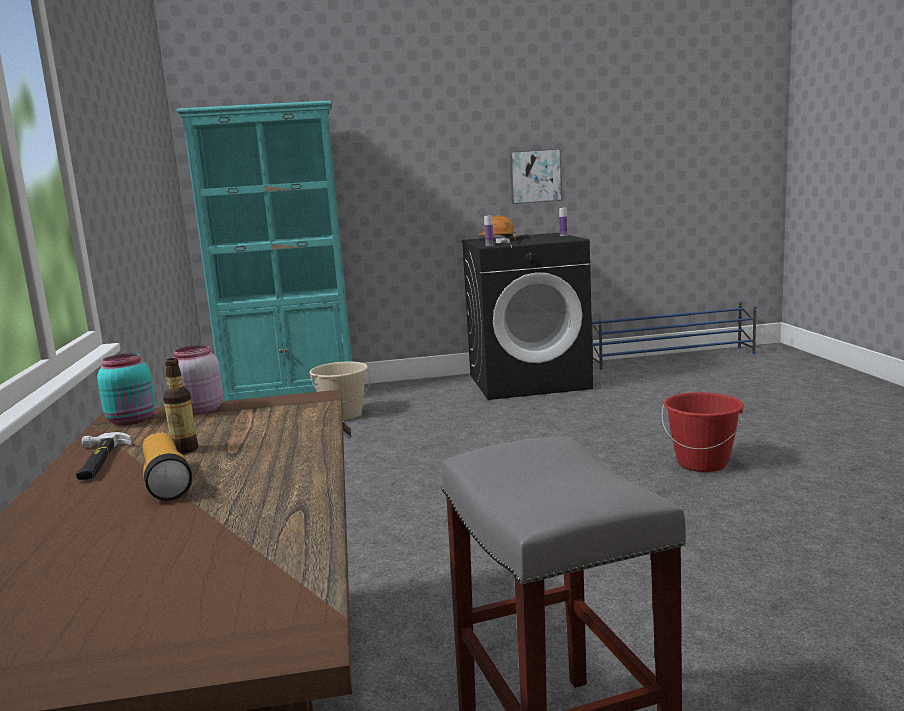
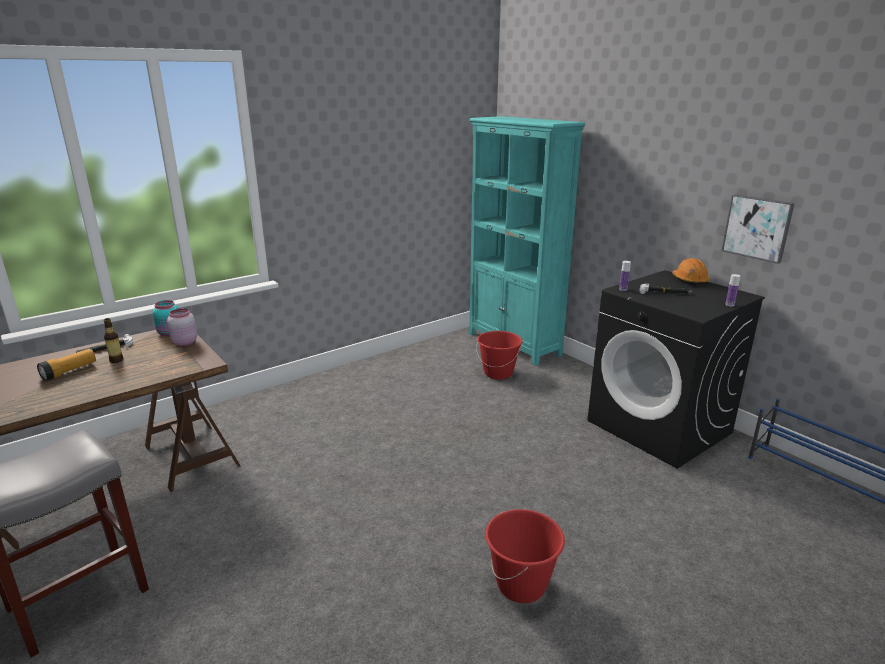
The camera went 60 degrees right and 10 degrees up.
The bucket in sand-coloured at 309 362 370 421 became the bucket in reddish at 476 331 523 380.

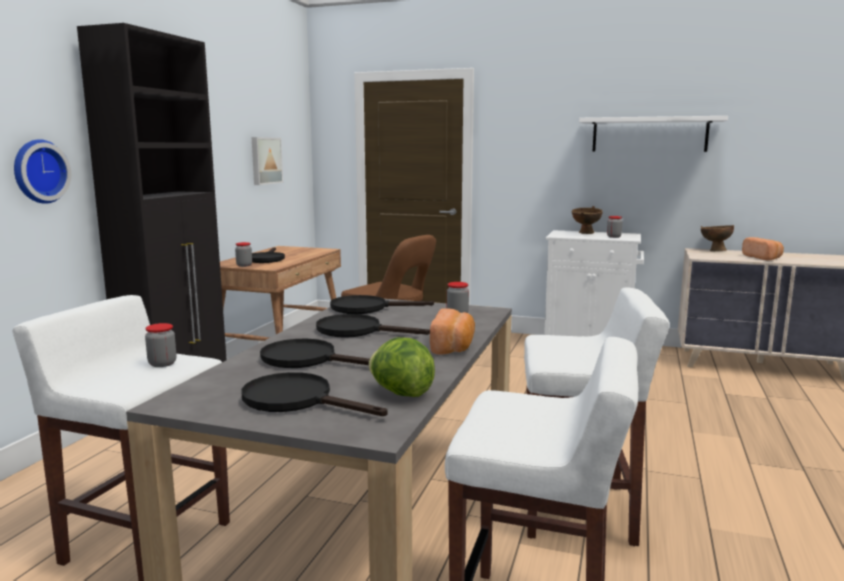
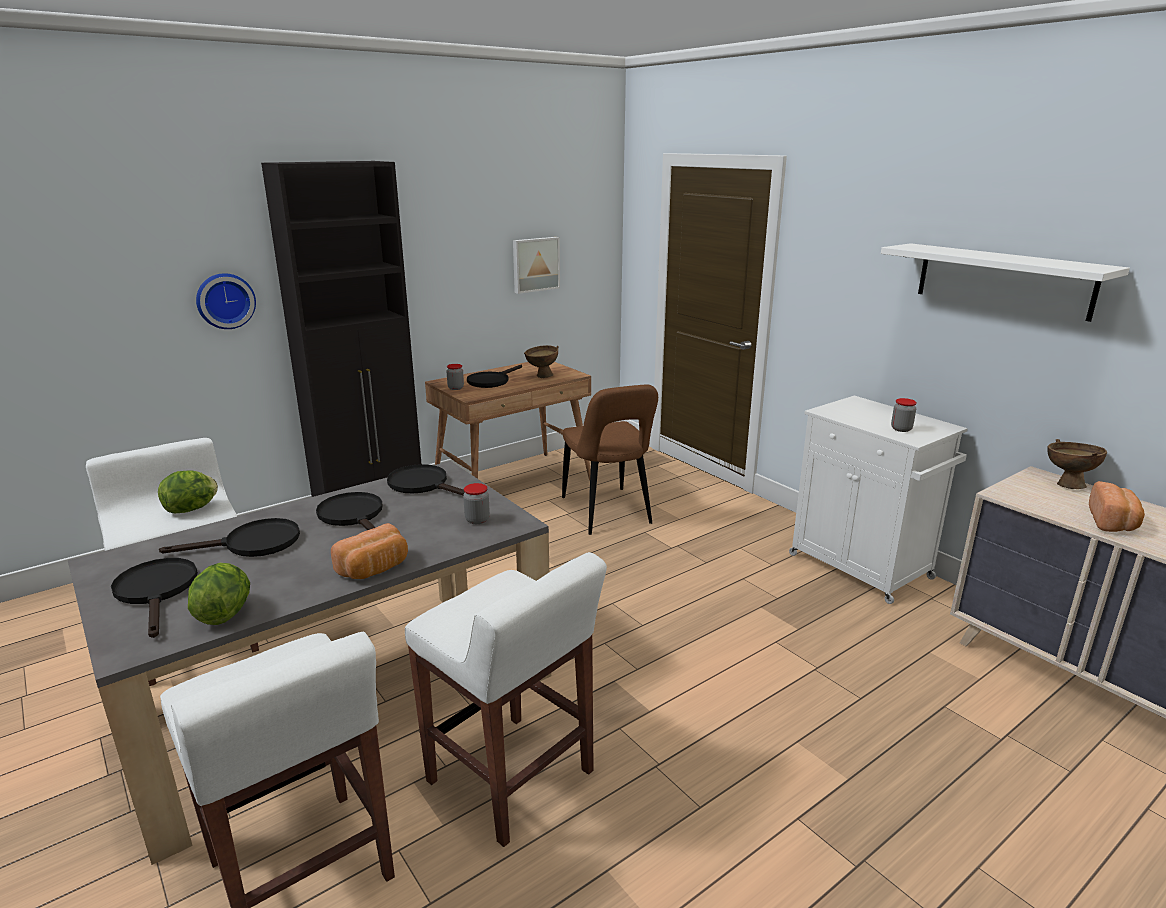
The camera went 35 degrees right and 10 degrees up.
The storage jar at 145 323 176 367 was replaced by the lettuce at 158 471 218 513.
The frying pan in black-coloured at 260 339 370 368 turned 105 degrees clockwise.
The deep dish in brown-coloured moved from 572 206 603 234 to 524 345 559 378.

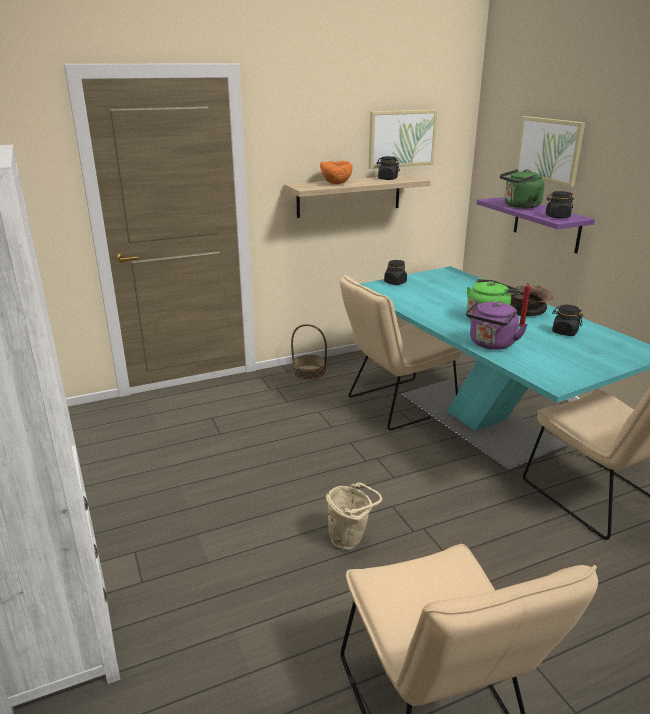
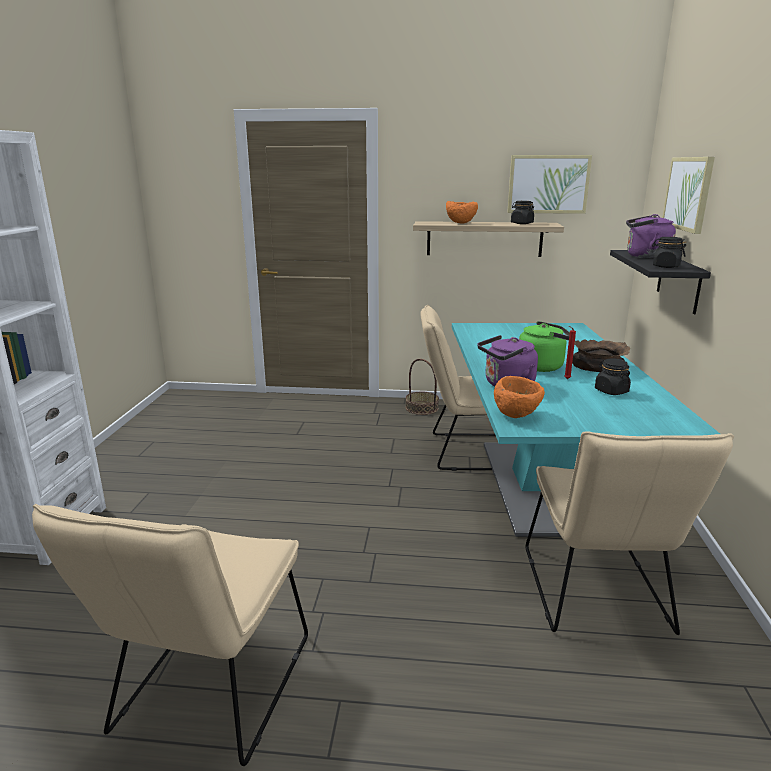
The camera went 30 degrees right and 5 degrees down.
The deep dish in orange at 494 376 545 418 appeared.
The wall shelf in purplish at 476 197 595 254 became the wall shelf in black-coloured at 610 250 711 315.
The water kettle in green-coloured at 500 169 545 208 became the water kettle in purplish at 626 214 676 259.
The bucket in sand-coloured at 326 482 382 550 disappeared.
The storage jar in black-coloured at 384 260 407 285 disappeared.

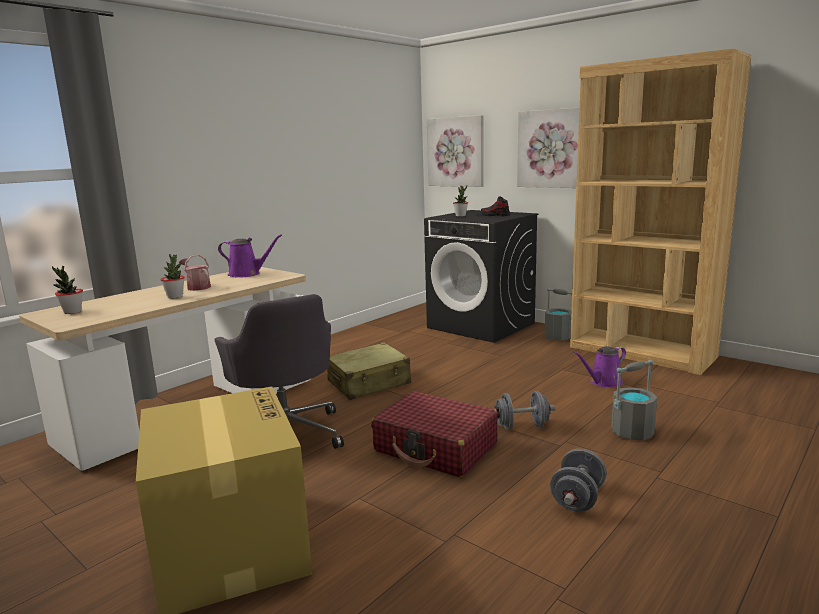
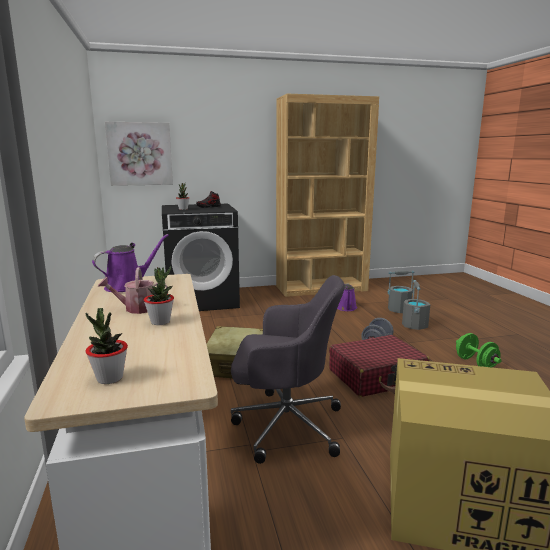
The camera went 55 degrees left and 0 degrees up.
The bucket in gray moved from 545 288 572 341 to 387 270 415 313.
The dumbbell in gray at 550 449 607 512 became the dumbbell in green-coloured at 456 333 502 367.
The wall art at 517 108 579 188 disappeared.

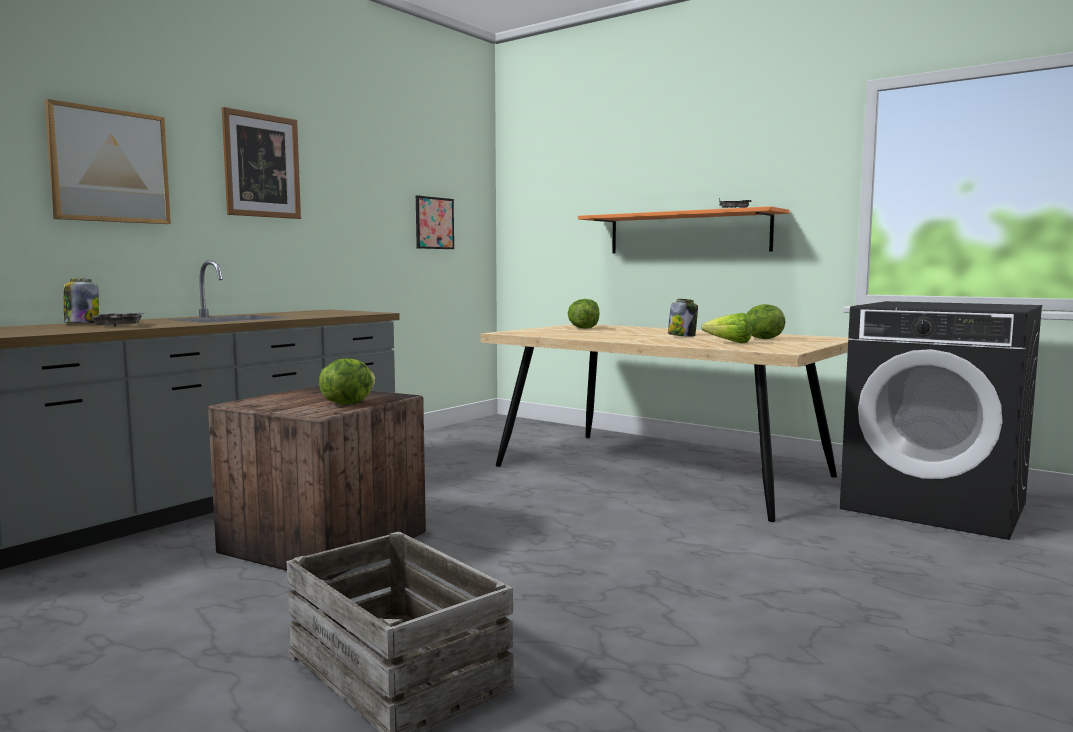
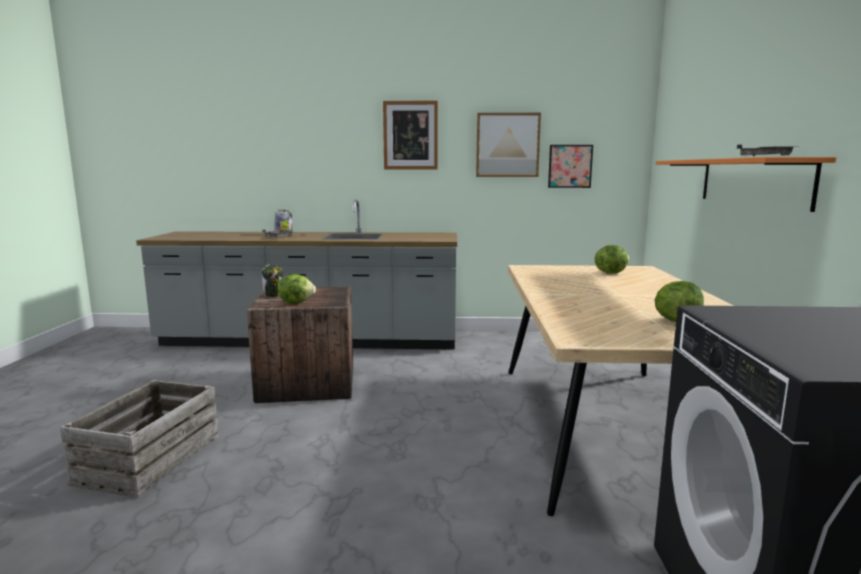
The camera went 55 degrees right and 5 degrees up.
The storage jar moved from 668 299 698 337 to 261 264 283 297.
The wall art moved from 44 99 171 224 to 476 113 541 177.
The lettuce at 701 313 752 343 disappeared.

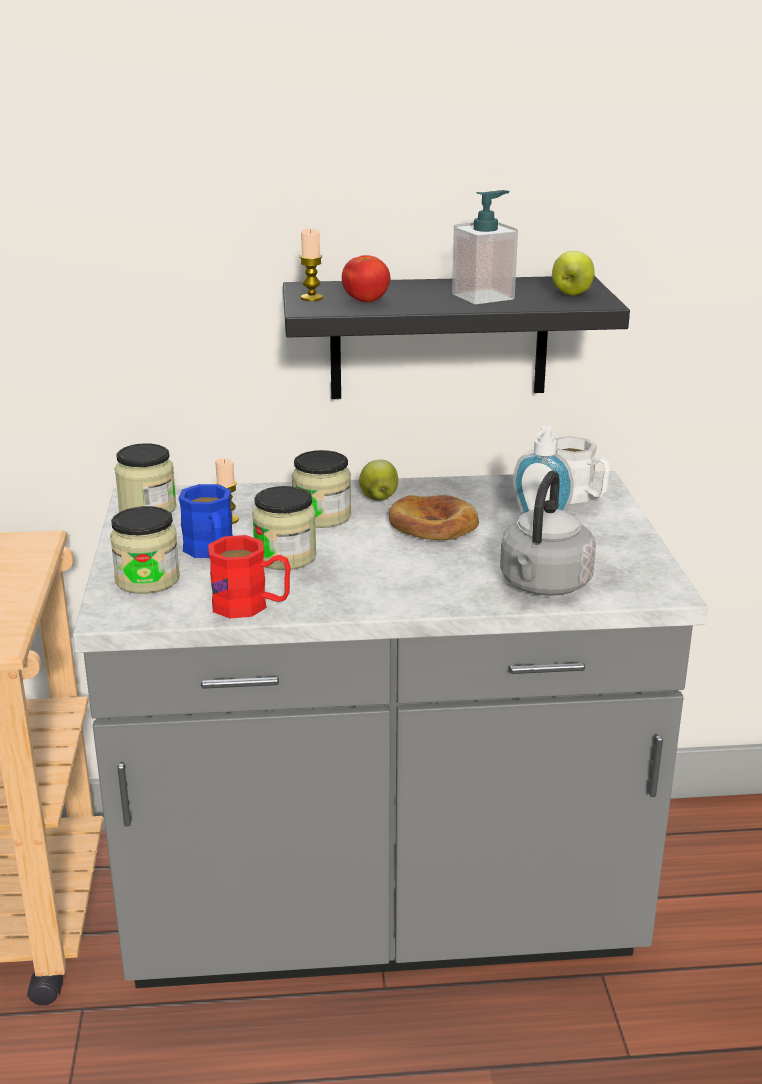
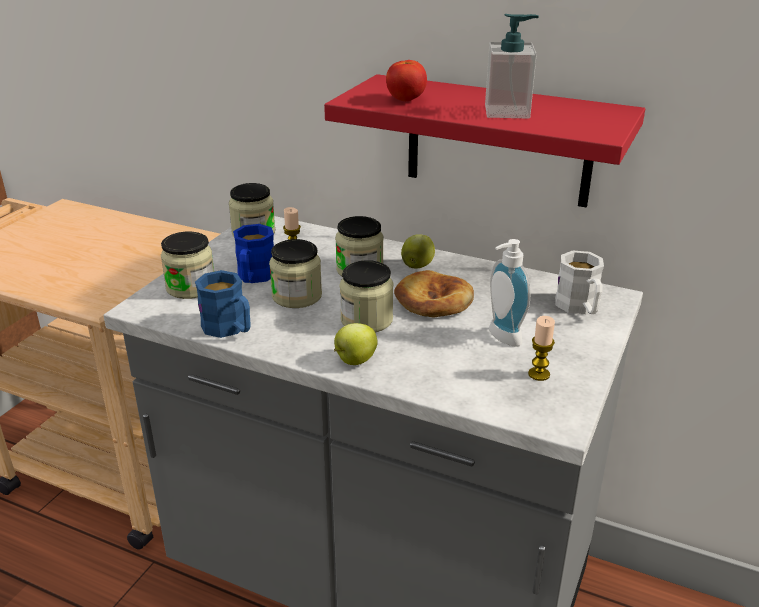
The camera went 30 degrees right and 5 degrees up.
The mug in reddish at 208 535 291 618 became the mug in blue at 195 270 251 338.
The wall shelf in black-coloured at 283 276 630 399 became the wall shelf in reddish at 324 74 645 207.
The whole apple moved from 552 251 595 295 to 334 323 378 365.
The storage jar at 340 260 393 332 appeared.
The candle moved from 299 229 323 301 to 528 316 555 381.
The water kettle in gray at 500 470 596 596 disappeared.

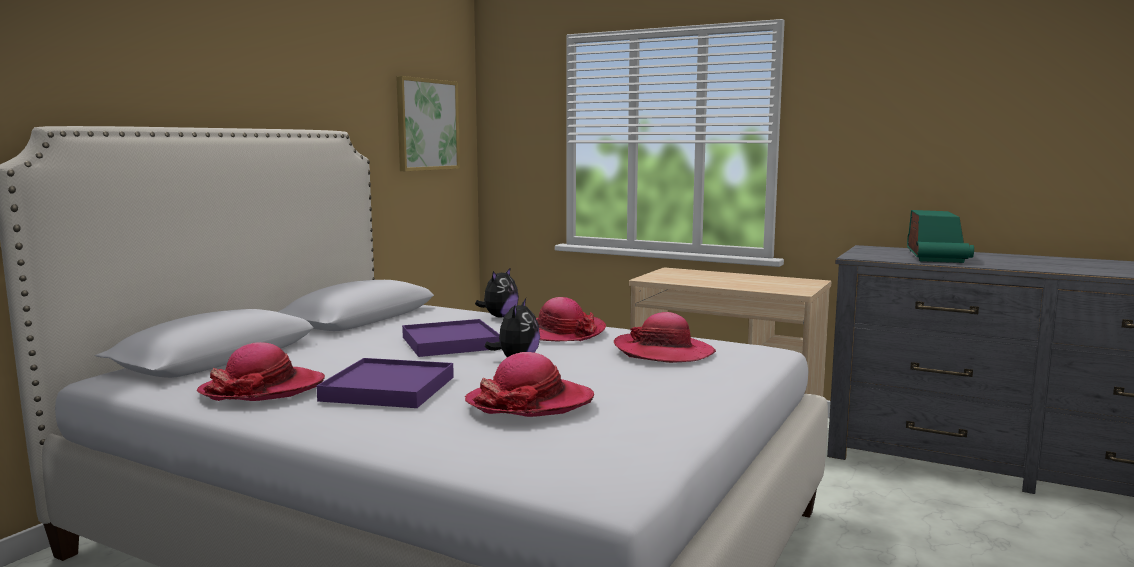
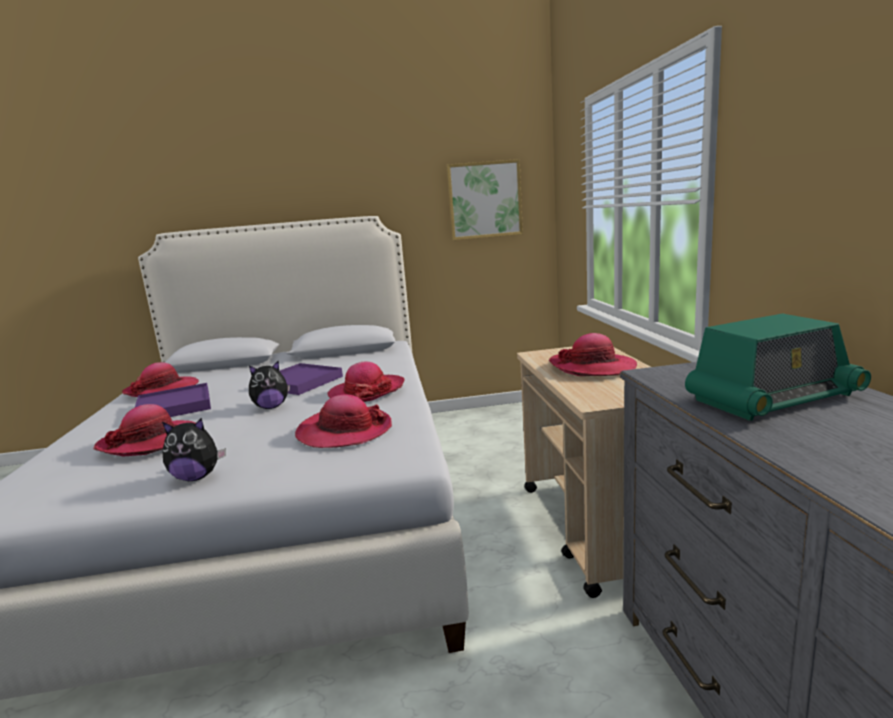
The camera went 55 degrees right and 5 degrees up.
The soft toy moved from 475 267 519 317 to 162 418 226 481.
The hat at 549 333 637 376 appeared.

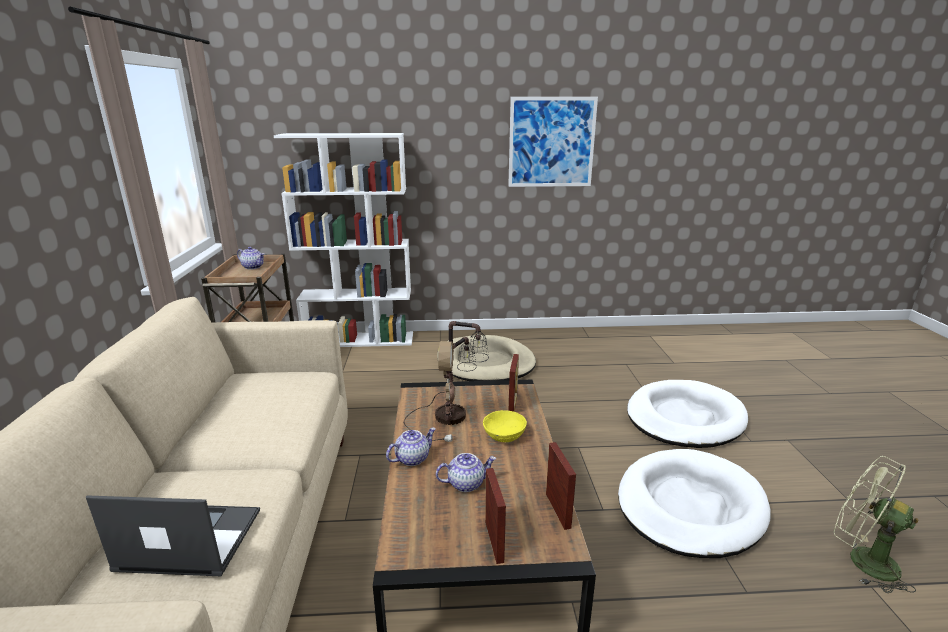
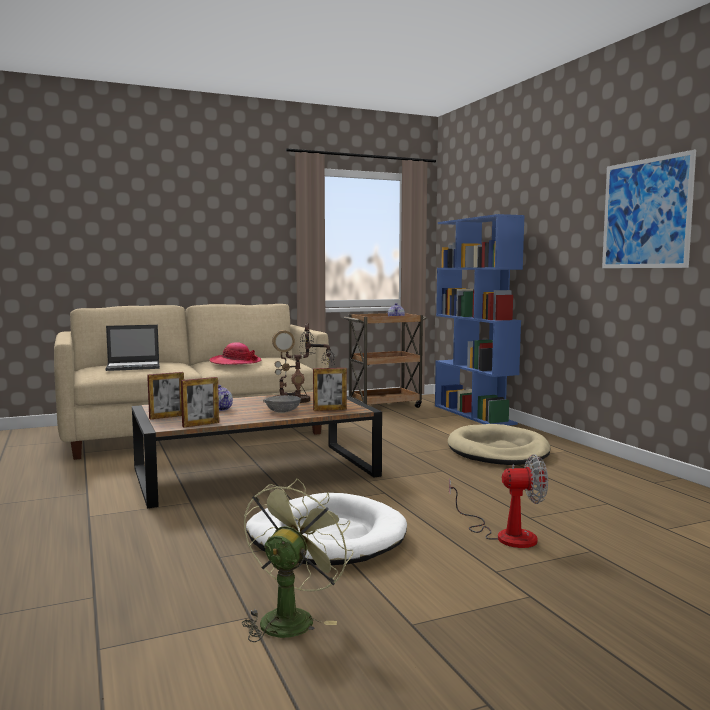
The camera went 70 degrees right and 15 degrees down.
The laptop at 86 495 260 576 turned 90 degrees clockwise.
The hat at 209 342 262 365 appeared.
The deep dish in yellow at 483 410 527 442 became the deep dish in gray at 265 395 301 412.
The bookshelf in white-coloured at 274 133 413 347 became the bookshelf in blue at 435 214 525 426.
The dog cushion in white-coloured at 627 380 748 448 was replaced by the fan at 449 454 548 548.
The pot for tea at 386 428 436 466 disappeared.

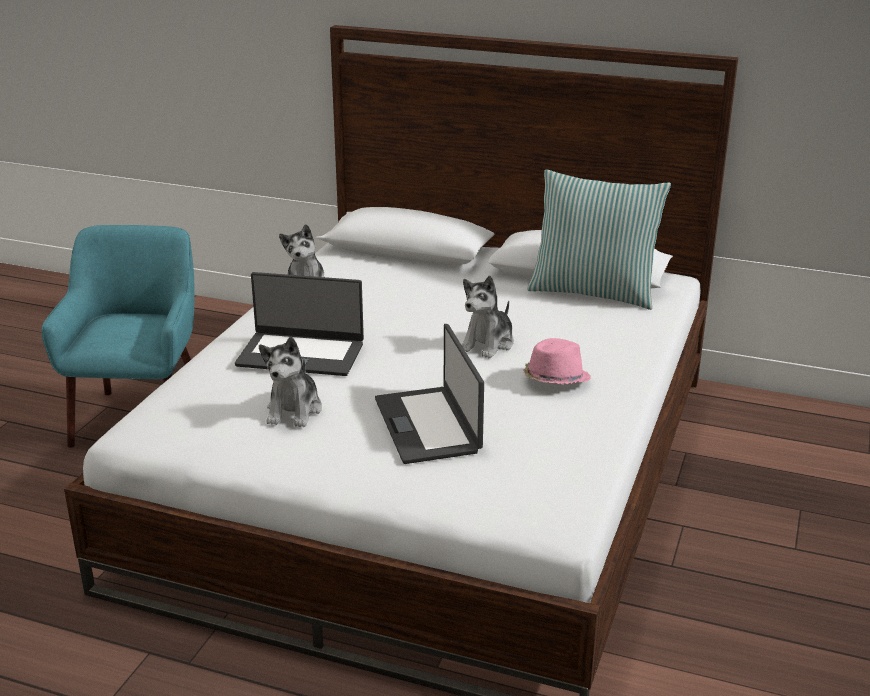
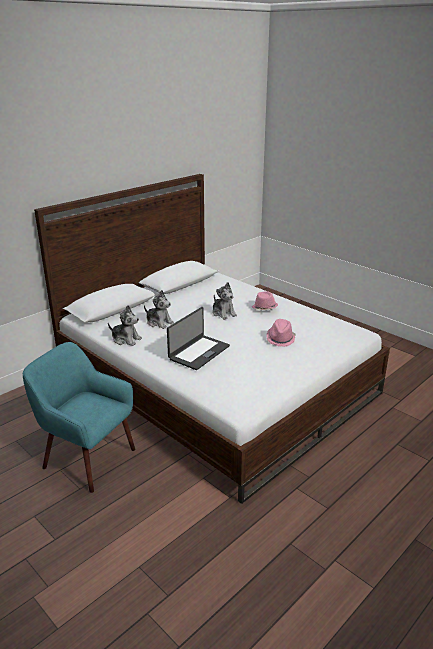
The camera went 65 degrees left and 0 degrees up.
The soft toy moved from 259 336 322 427 to 144 290 174 329.
The laptop at 375 324 484 464 was replaced by the hat in pink-coloured at 267 319 296 347.
The pillow at 527 170 671 310 disappeared.

